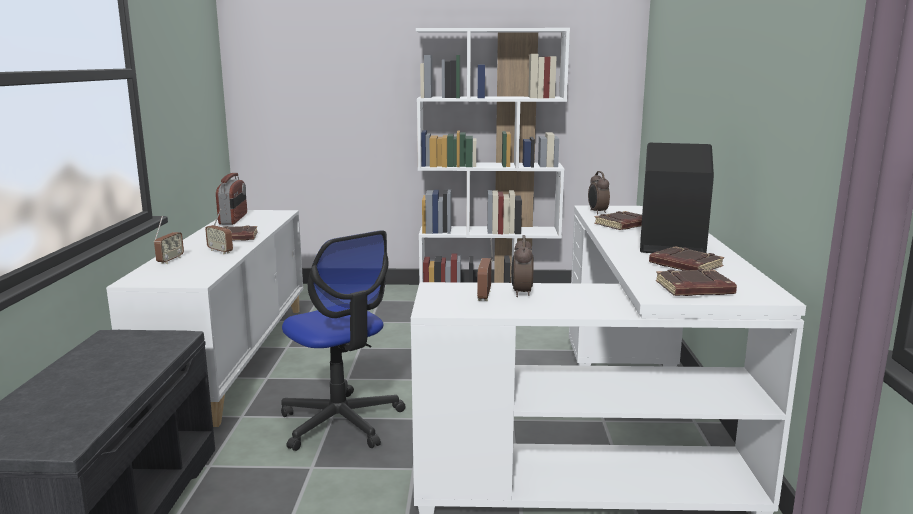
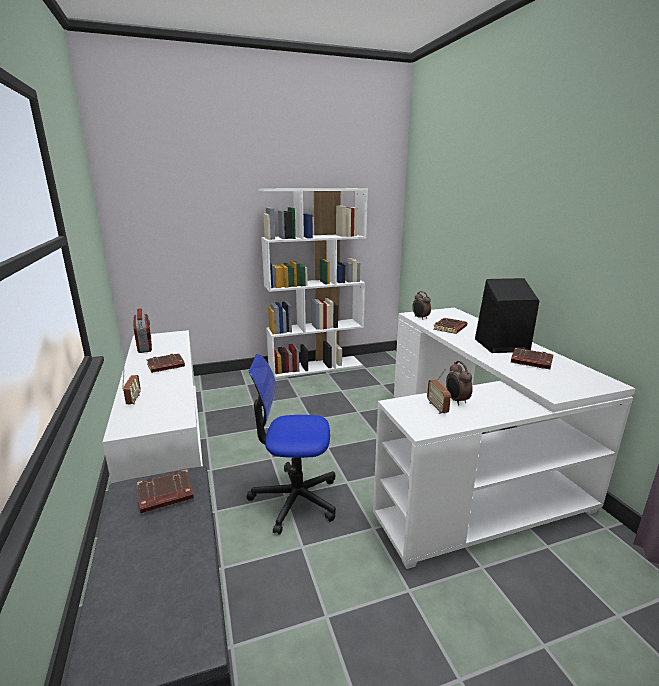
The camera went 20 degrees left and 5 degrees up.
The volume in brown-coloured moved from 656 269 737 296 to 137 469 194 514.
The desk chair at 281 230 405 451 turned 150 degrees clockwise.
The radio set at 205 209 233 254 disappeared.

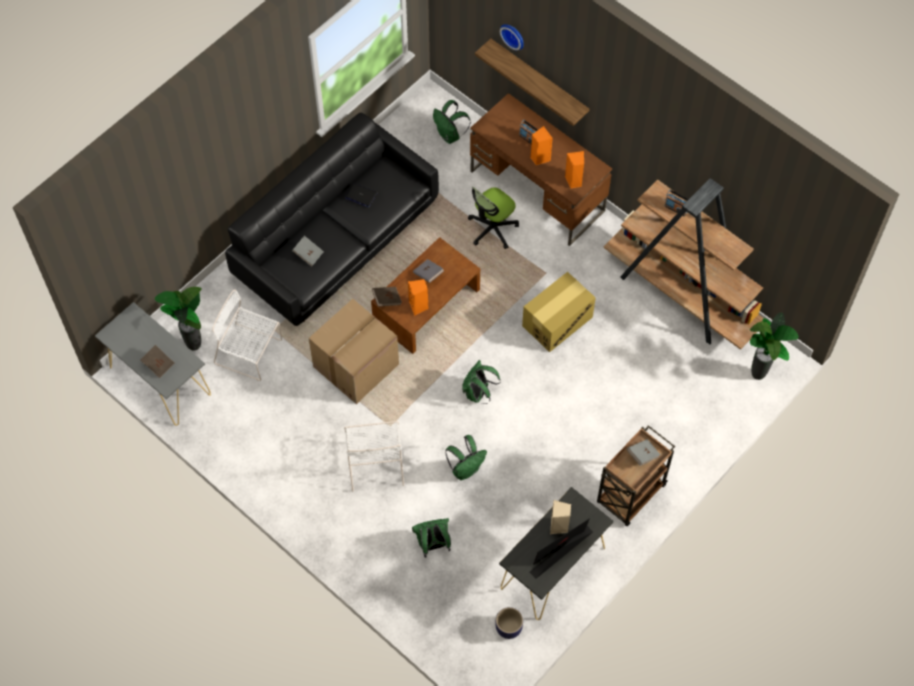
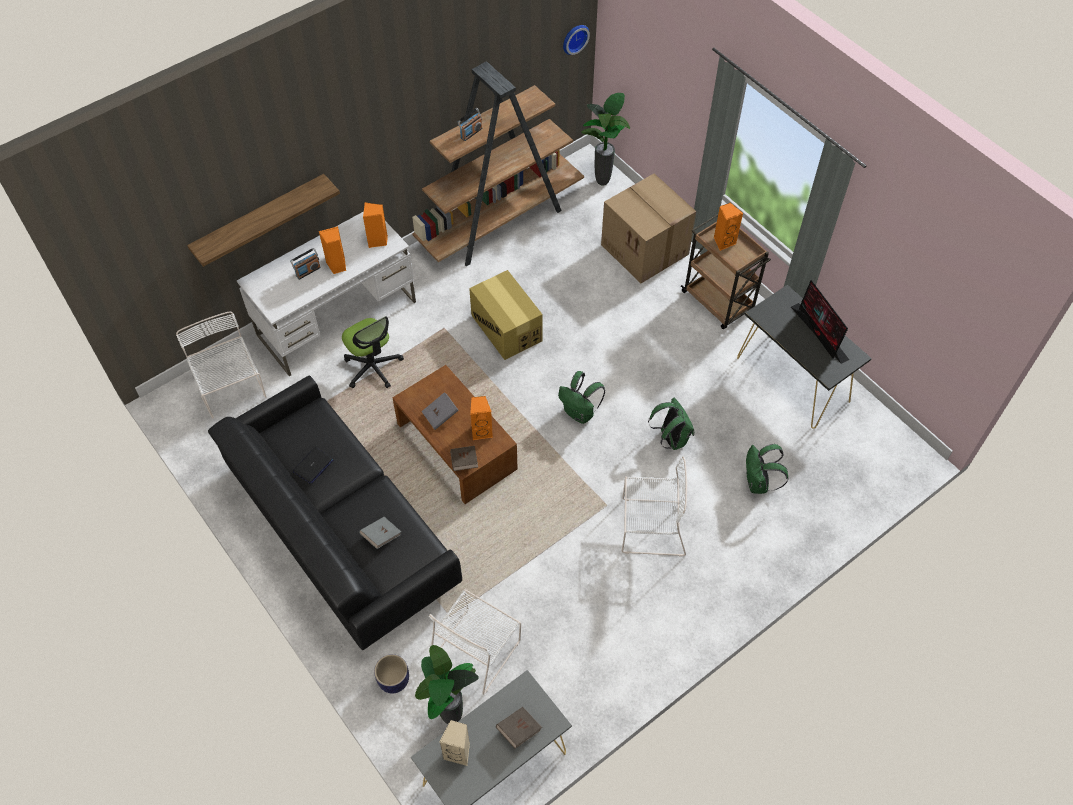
The camera went 80 degrees left and 5 degrees down.
The knapsack in green-coloured at 433 100 471 144 was replaced by the chair in white-coloured at 176 311 266 418.
The desk table in brown-coloured at 470 93 612 246 became the desk table in white-coloured at 237 211 416 377.
The planter moved from 495 607 523 639 to 374 654 409 693.
The speaker in sand-coloured moved from 550 500 571 534 to 439 720 470 766.
The clock on the wall moved from 500 24 524 50 to 563 25 590 55.
The cardboard box moved from 309 299 399 404 to 601 174 696 283.
The volume in gray at 627 439 660 466 was replaced by the speaker in orange at 714 202 743 251.

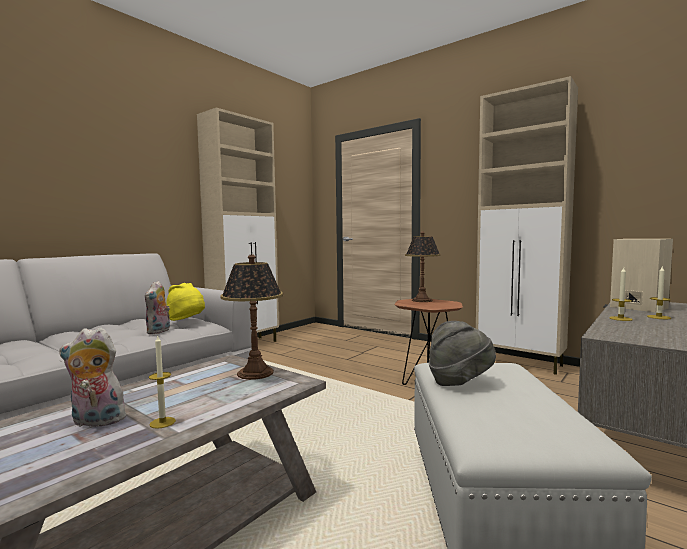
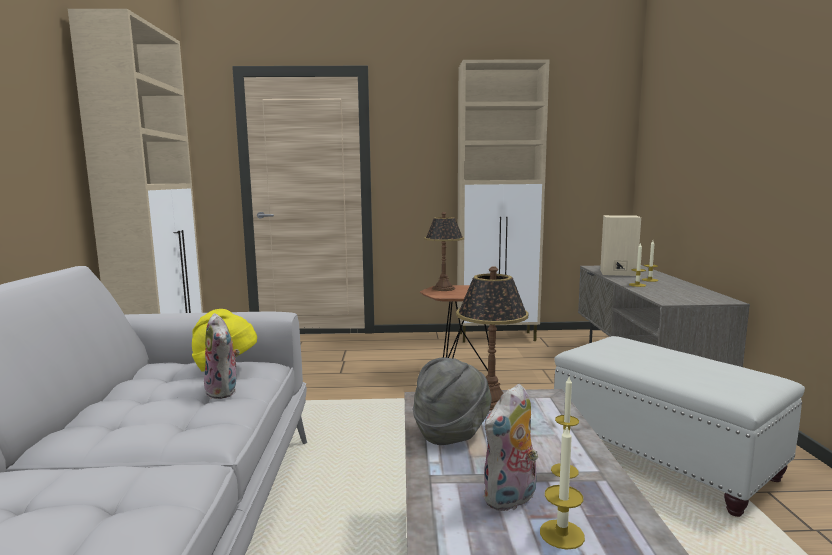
The camera went 40 degrees left and 5 degrees up.
The hat in gray moved from 429 321 496 386 to 413 357 491 445.
The candle at 540 427 585 550 appeared.

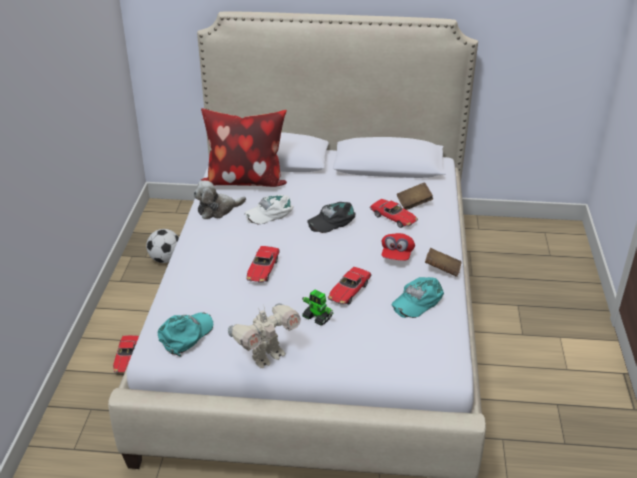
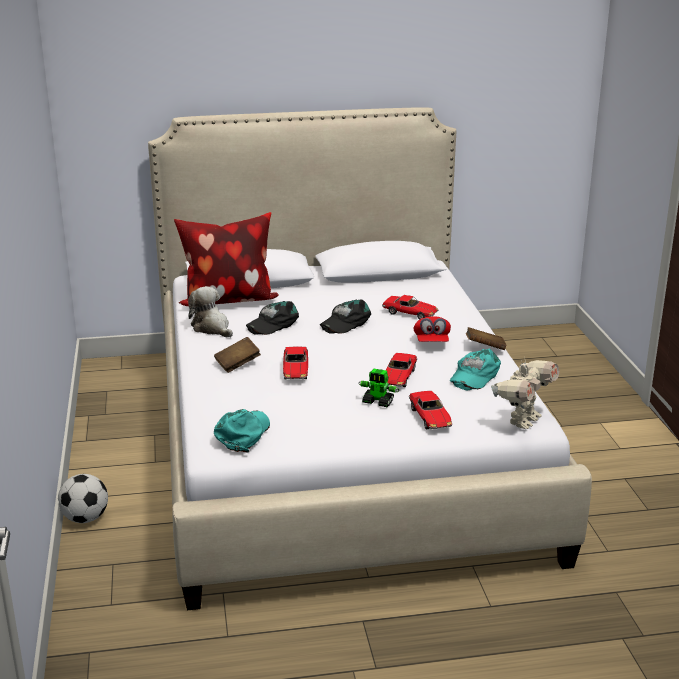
The camera went 15 degrees left and 10 degrees down.
The ball for football moved from 146 229 179 263 to 58 474 108 523.
The soft toy at 193 180 246 219 turned 90 degrees clockwise.
The volume in brown-coloured moved from 397 182 433 210 to 214 337 261 373.
The peaked cap in white-coloured at 244 195 294 224 became the peaked cap in black-coloured at 246 301 299 335.
The toy car moved from 113 335 139 373 to 409 391 452 430.
The toy robot moved from 228 303 301 368 to 491 357 559 429.

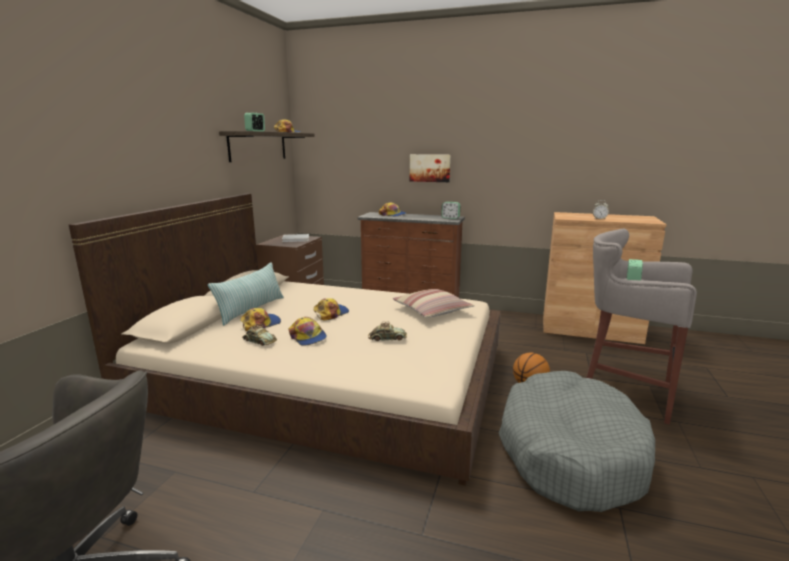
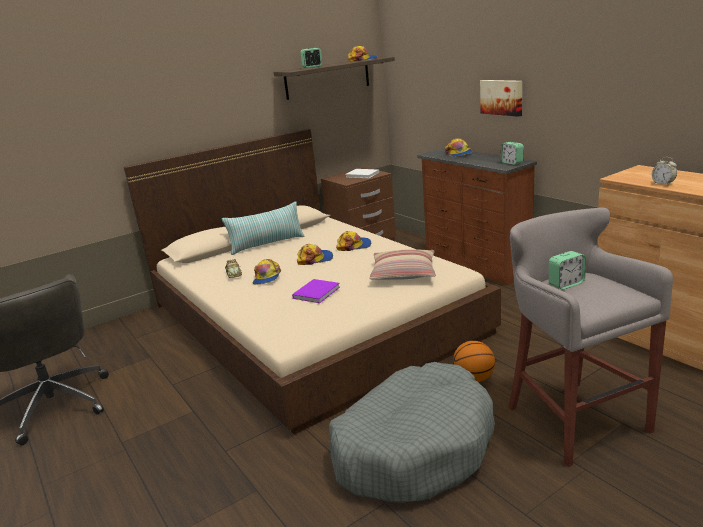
The camera went 40 degrees right and 5 degrees up.
The toy car at 368 321 407 341 was replaced by the volume in purplish at 292 279 340 303.
The peaked cap moved from 240 308 281 331 to 336 231 371 251.

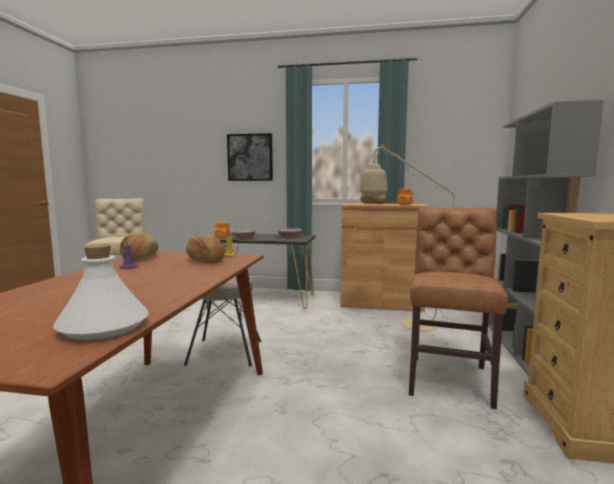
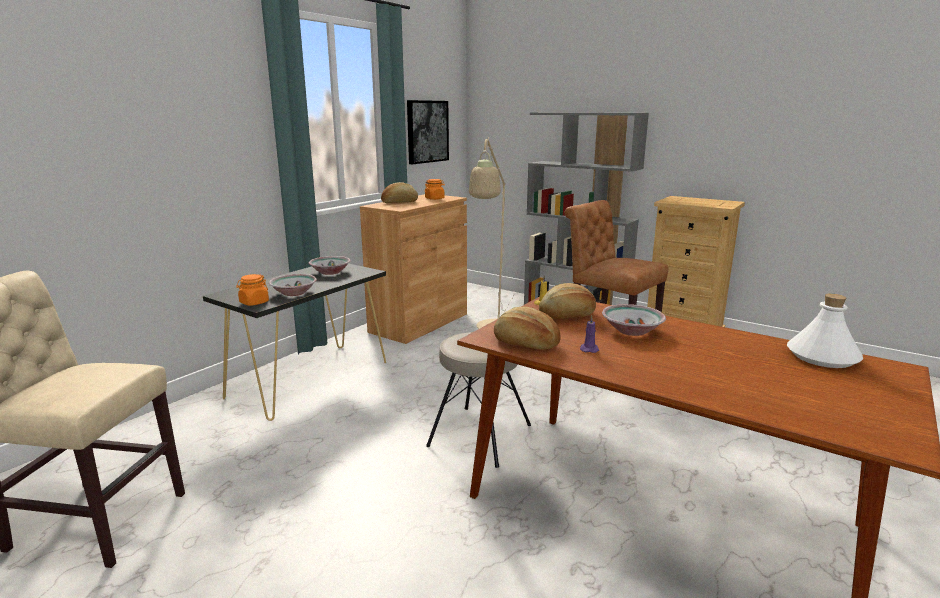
The camera went 65 degrees left and 10 degrees up.
The wall art moved from 227 133 273 181 to 407 100 449 164.
The deep dish at 602 304 666 336 appeared.

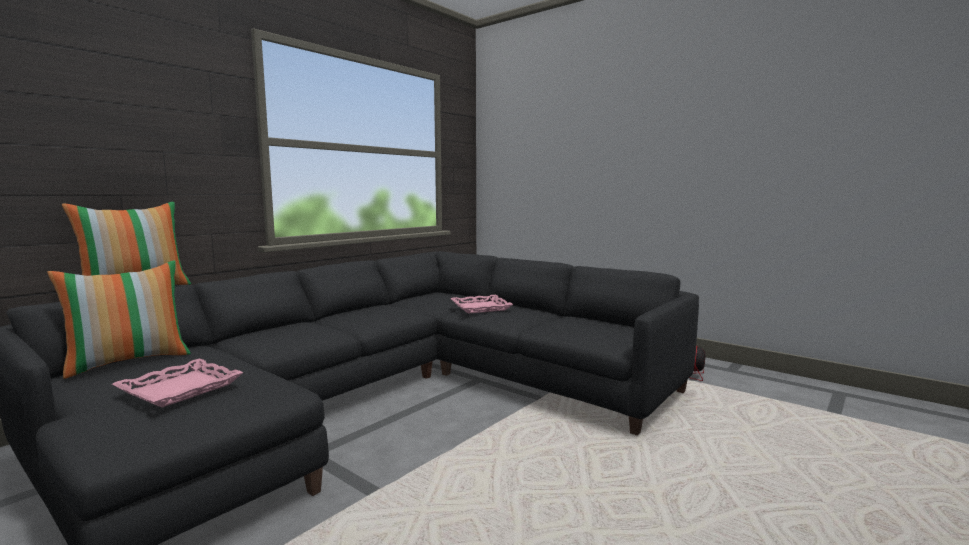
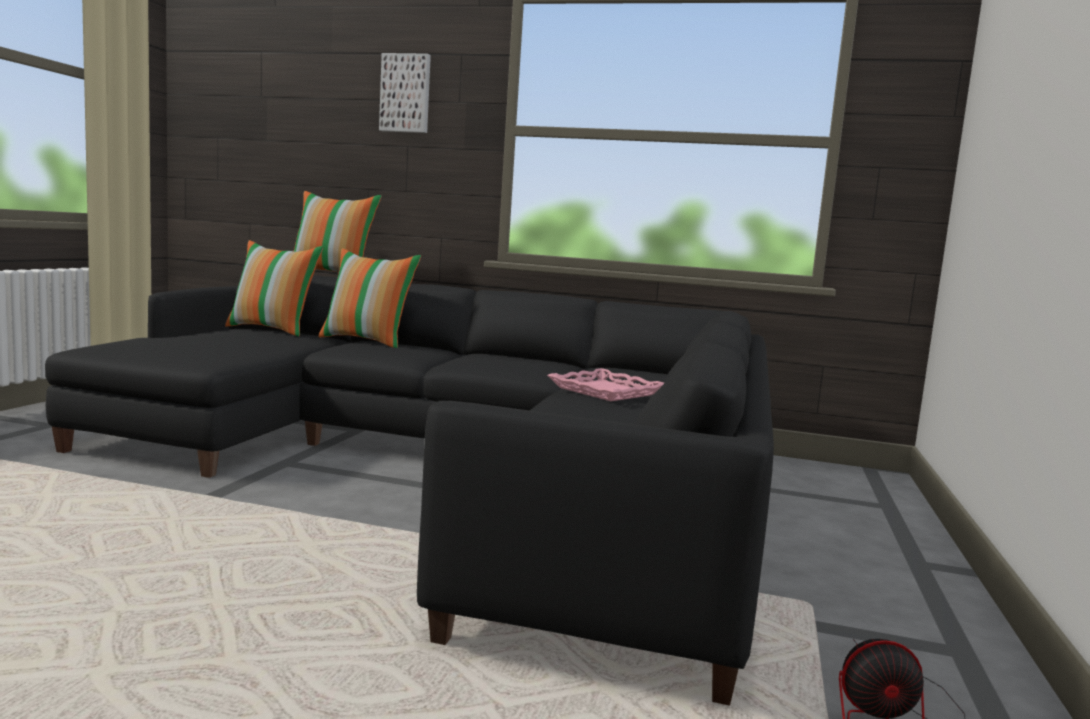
The camera went 65 degrees right and 0 degrees up.
The pillow at 318 248 421 348 appeared.
The wall art at 379 53 431 133 appeared.
The serving tray in pink-coloured at 112 358 244 408 disappeared.

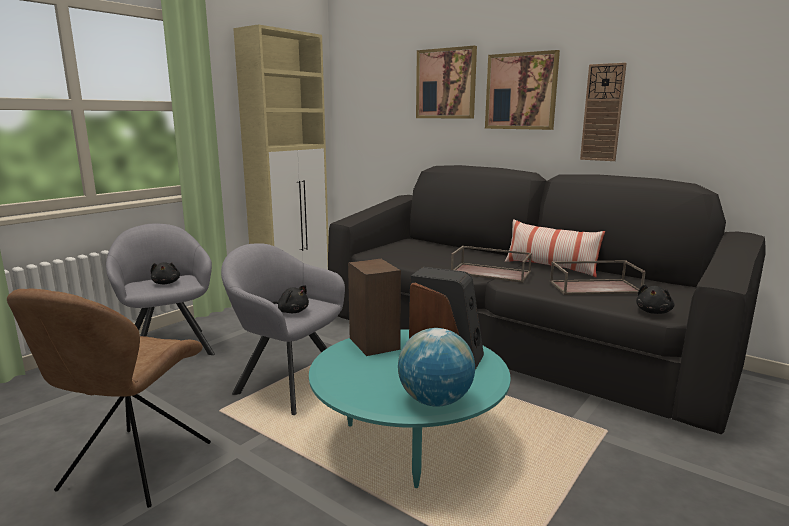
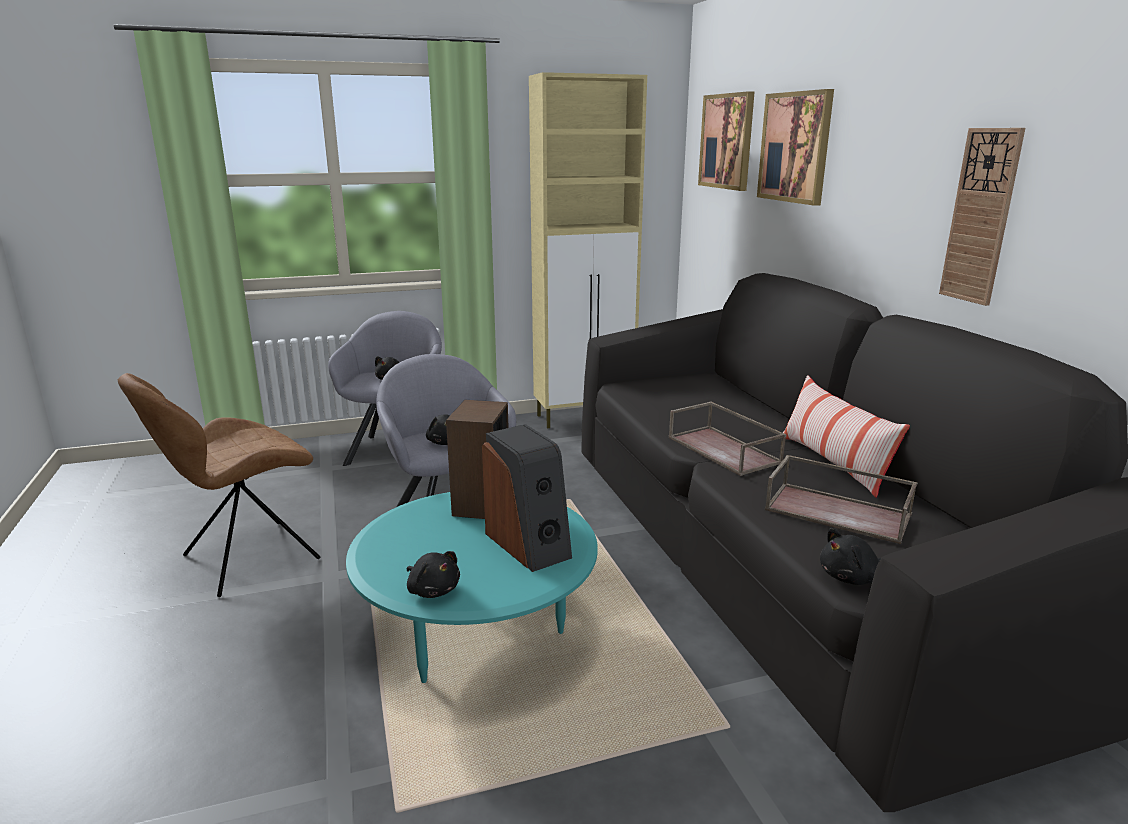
The camera went 35 degrees right and 5 degrees up.
The desk globe at 398 328 475 407 was replaced by the soft toy in black-coloured at 407 551 460 598.
The wall art moved from 485 50 560 130 to 698 91 755 191.

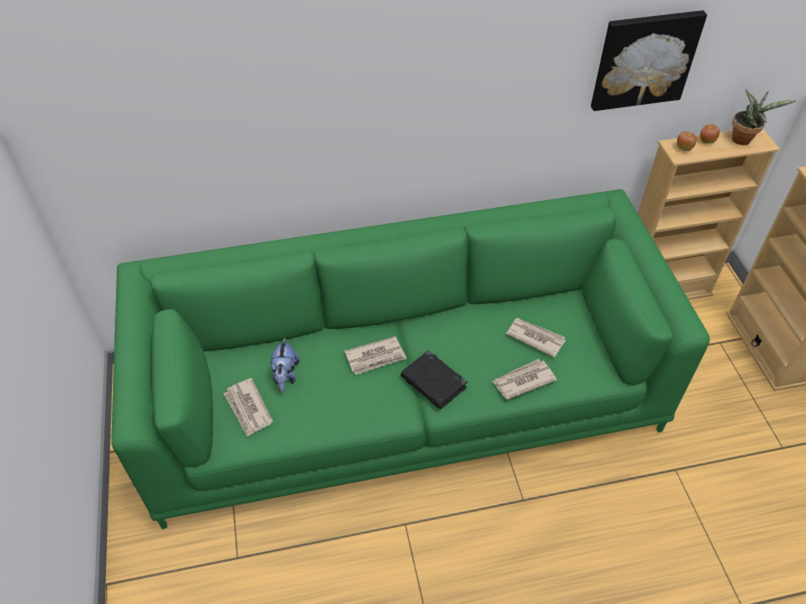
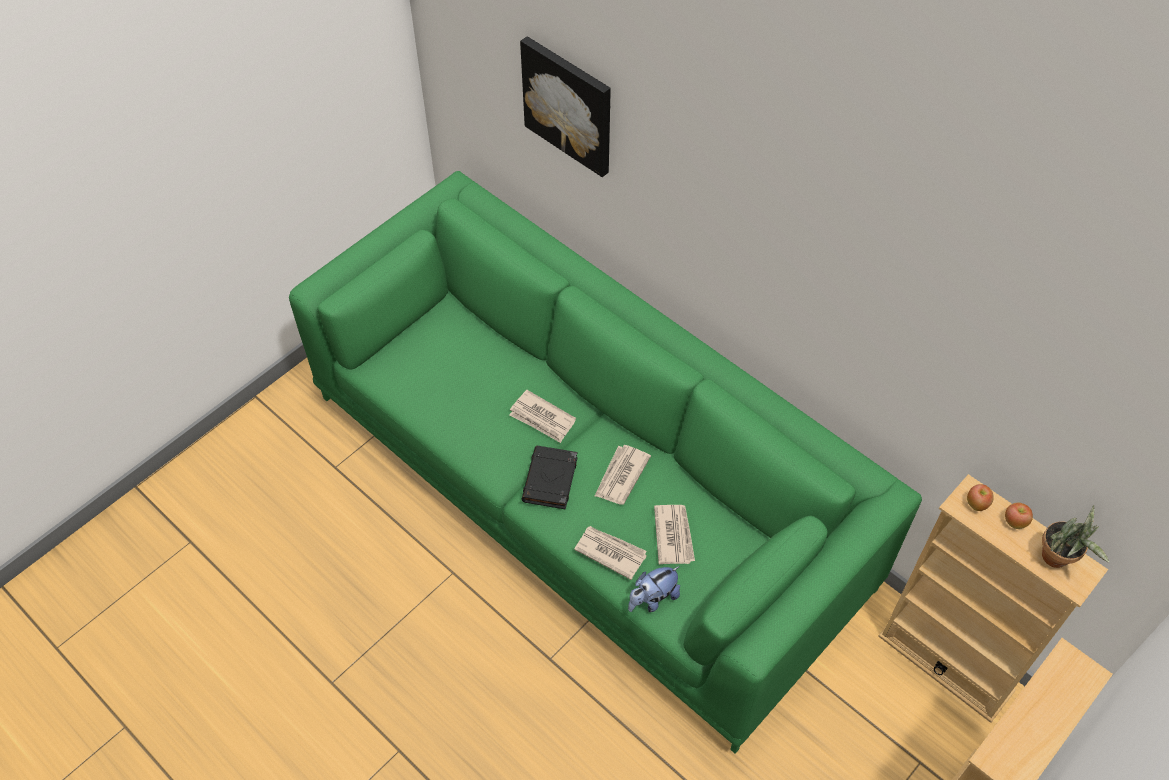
The camera went 55 degrees right and 5 degrees up.
The wall art moved from 591 10 707 111 to 520 36 611 177.
The newspaper moved from 224 378 273 437 to 595 445 651 505.
The soft toy moved from 270 337 300 393 to 628 566 680 612.

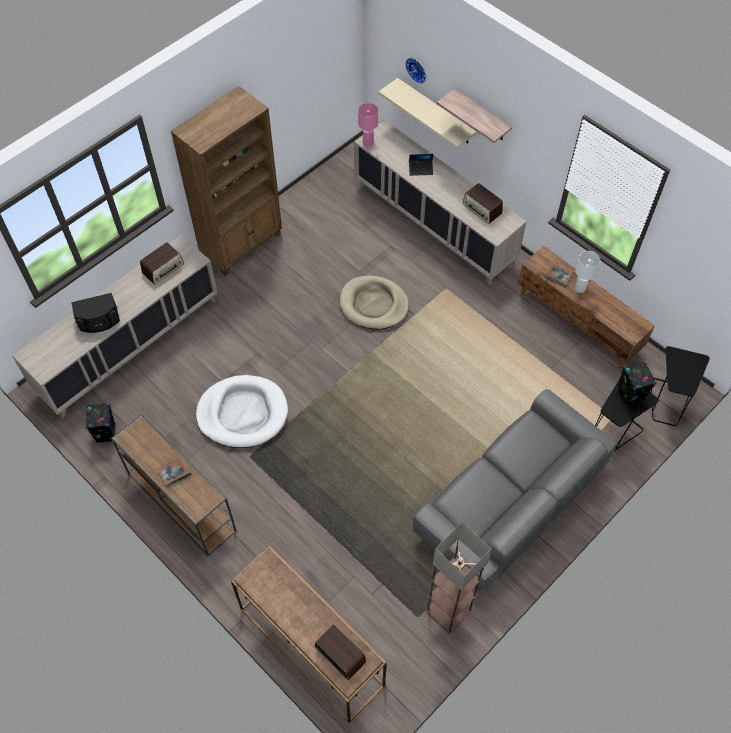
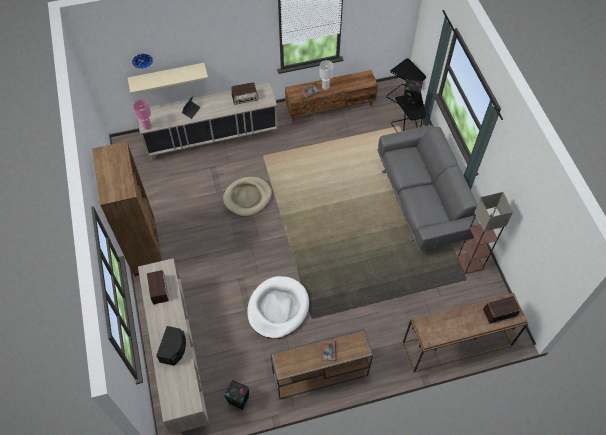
The camera went 60 degrees left and 0 degrees up.
The wall shelf at 437 89 512 143 disappeared.

